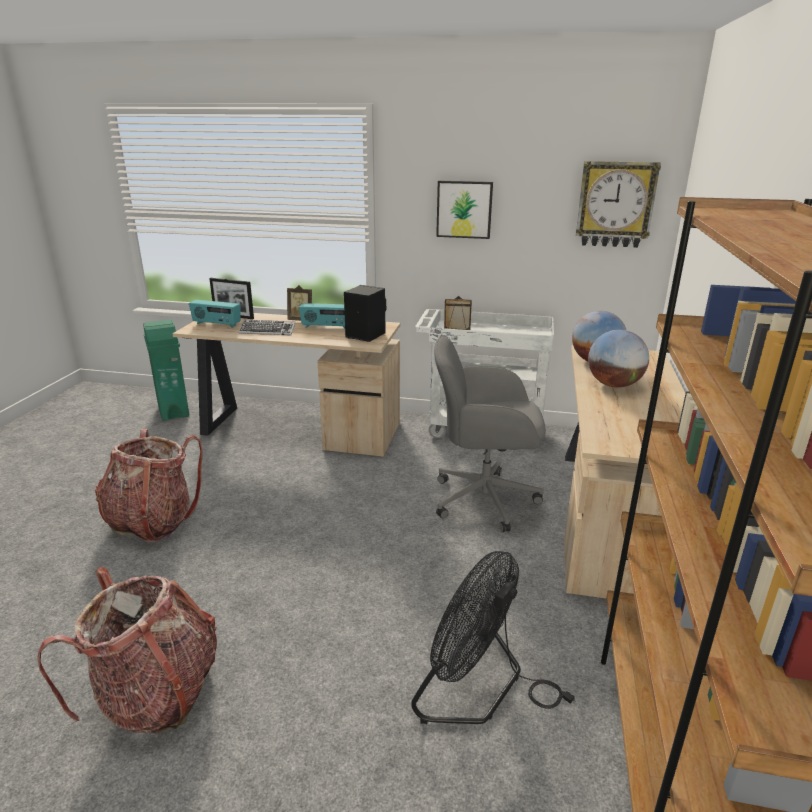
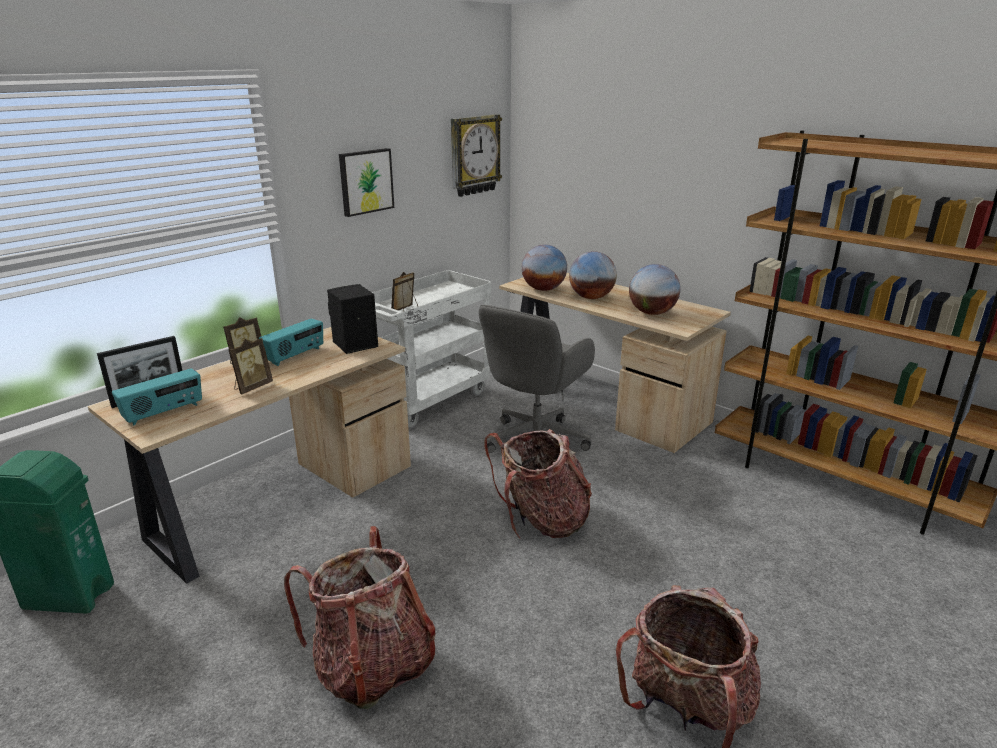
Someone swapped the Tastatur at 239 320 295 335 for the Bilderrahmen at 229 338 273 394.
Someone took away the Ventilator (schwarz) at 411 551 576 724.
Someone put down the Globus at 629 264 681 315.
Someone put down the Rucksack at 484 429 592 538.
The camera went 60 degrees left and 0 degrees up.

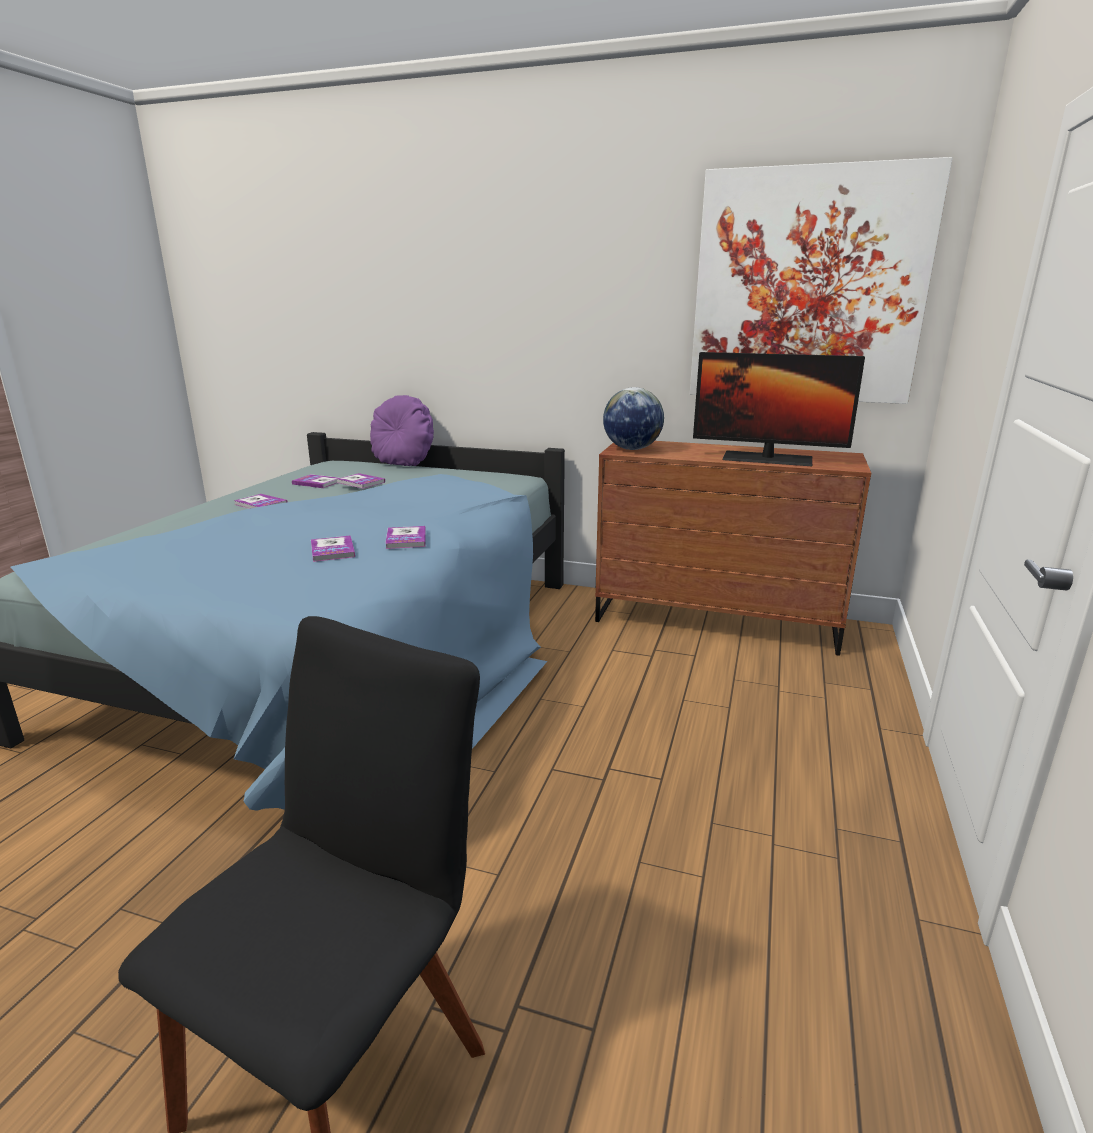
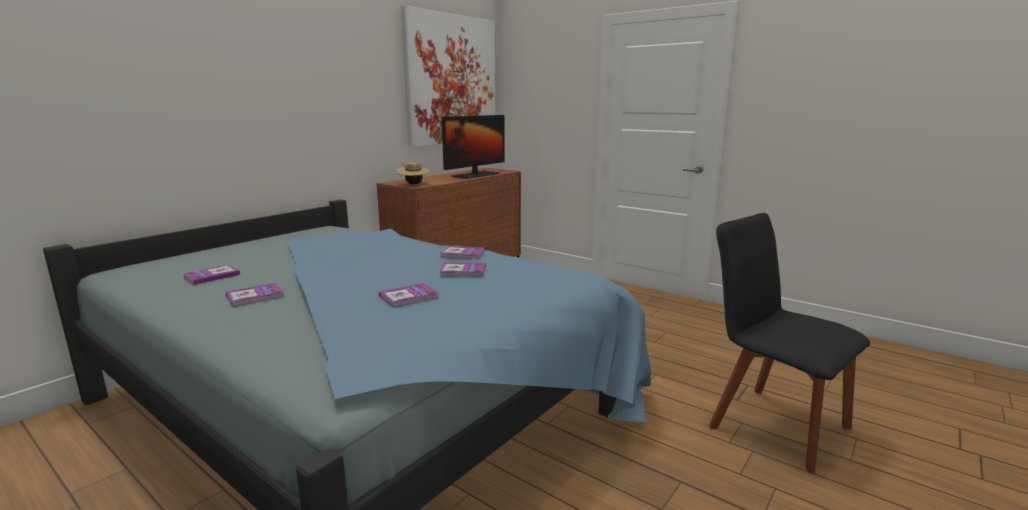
Someone swapped the Globus at 603 387 664 450 for the Hut (beige) at 396 162 430 185.
Someone took away the Kissen (lila) at 370 395 434 466.
Someone carried the Buch from 337 473 385 488 to 379 283 440 308.
The camera went 70 degrees left and 5 degrees down.

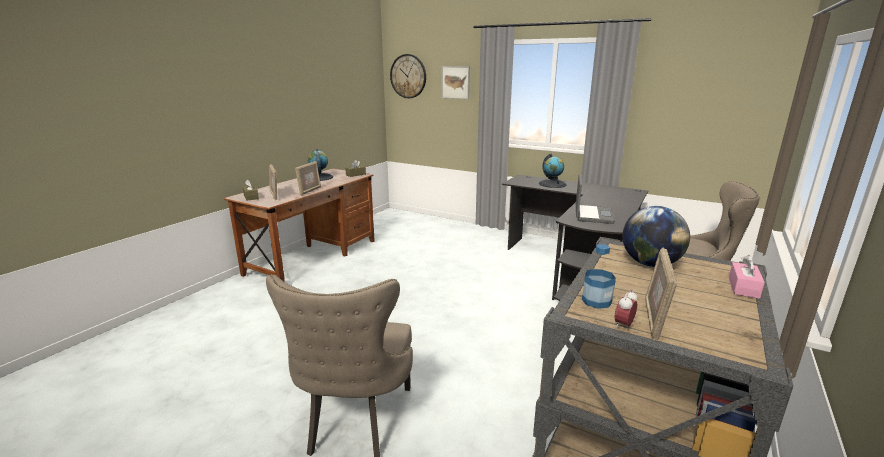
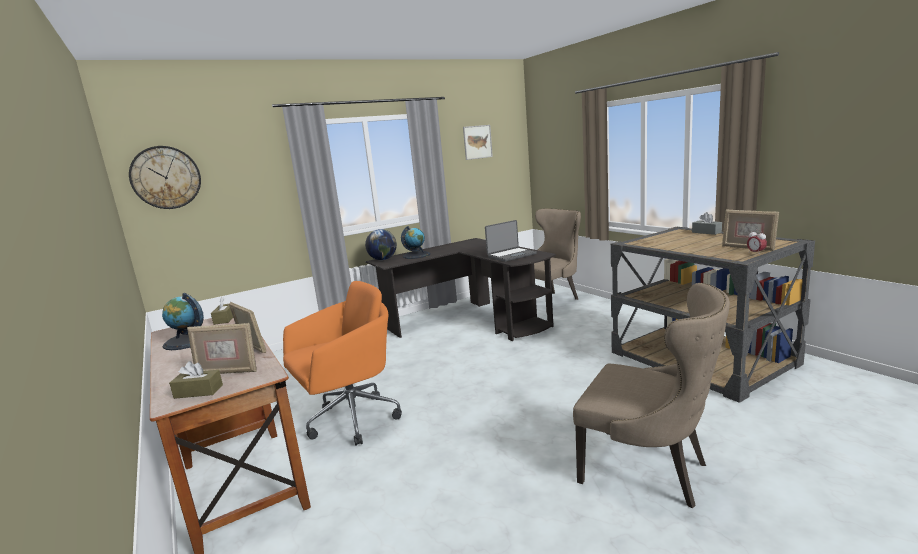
Someone carried the Bild from 441 66 470 99 to 463 125 493 160.
Someone rotated the Laptop at 576 174 615 224 by 105 degrees clockwise.
Someone carried the Globus from 623 206 690 267 to 365 229 397 260.
Someone took away the Flasche at 582 244 616 309.
Someone repainted the Taschentuchbox (rosa) at 729 255 765 299, which became the Taschentuchbox (grau) at 692 212 722 235.
Someone put down the Bürostuhl (orange) at 283 281 402 446.
The camera went 60 degrees left and 5 degrees down.

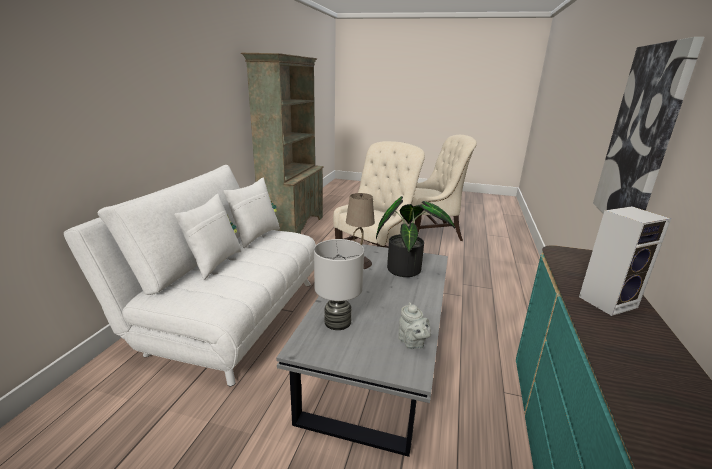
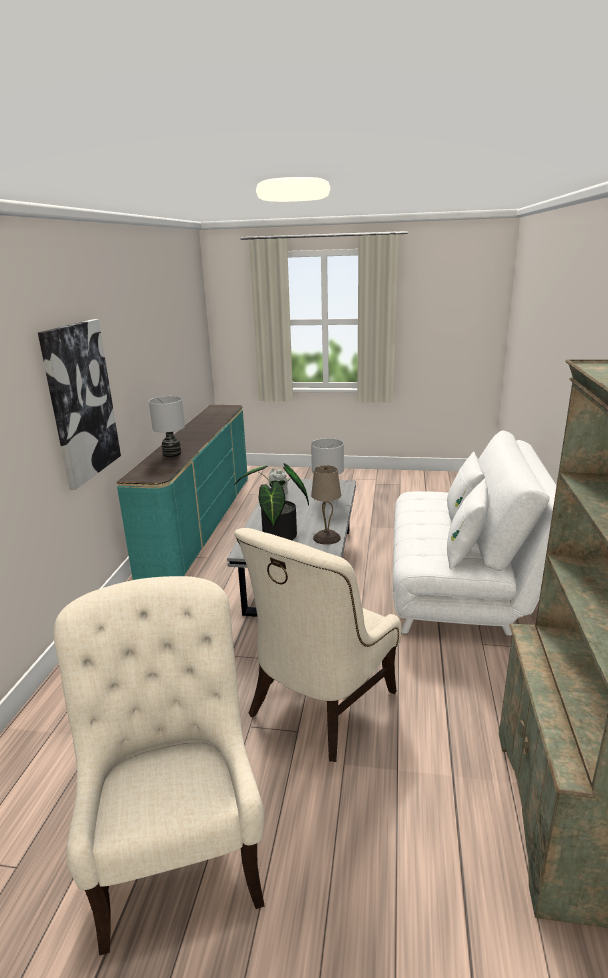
Someone rotated the Sessel (beige) at 412 135 477 241 by 90 degrees clockwise.
Someone swapped the Lautsprecher at 579 206 671 316 for the Tischlampe (grau) at 149 396 185 457.
The camera went 175 degrees right and 0 degrees up.

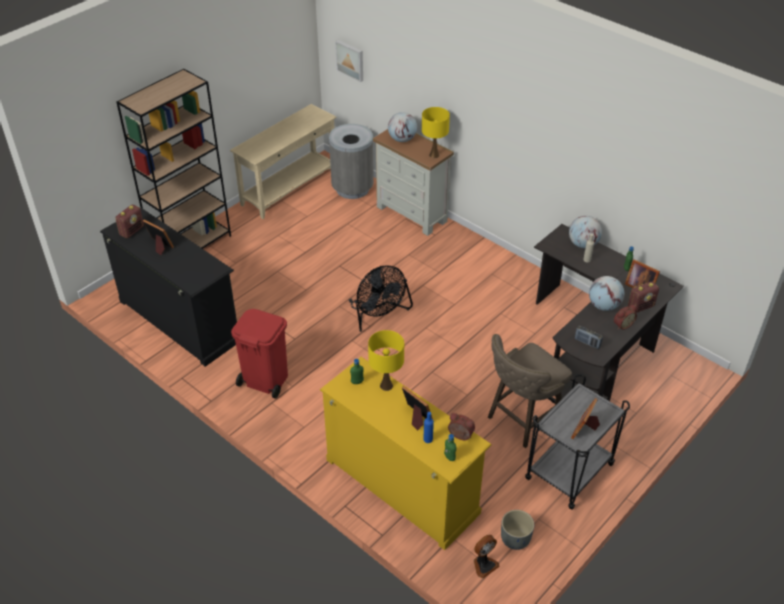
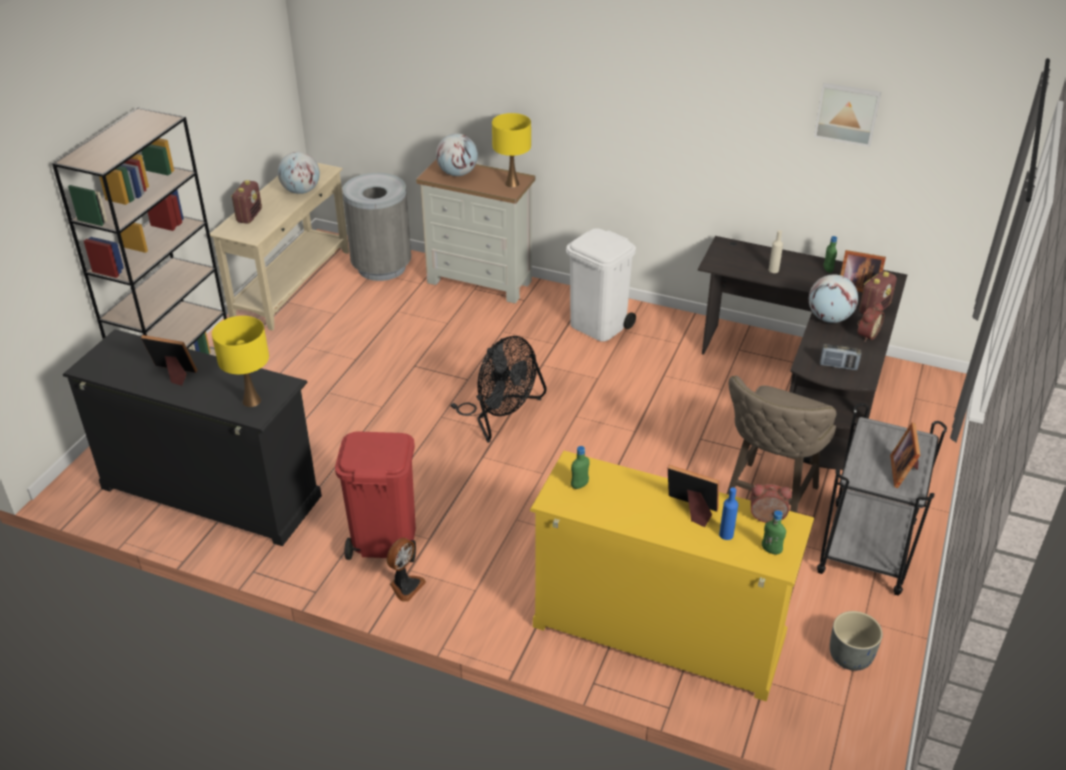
Someone carried the Bild from 335 40 363 82 to 814 83 881 147.
Someone carried the Radio from 115 205 144 238 to 231 180 262 224.
Someone carried the Globus from 569 216 602 248 to 278 152 320 194.
Someone carried the Tischlampe (gelb) from 368 330 404 391 to 212 316 269 407.
Someone carried the Ventilator from 473 535 500 578 to 387 538 426 602.
Someone put down the Mülleimer (weiß) at 566 228 636 342.
The camera went 20 degrees left and 5 degrees down.

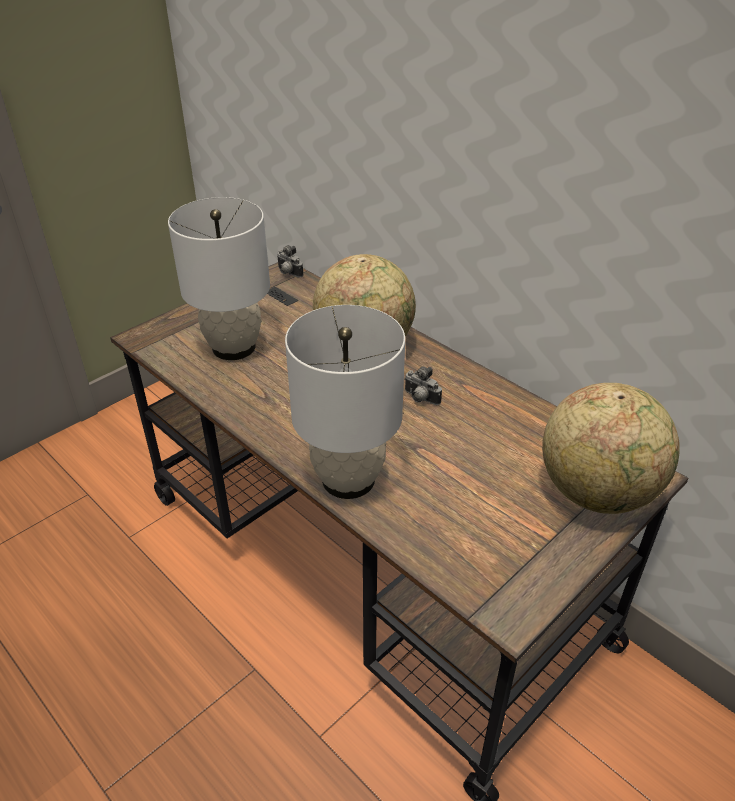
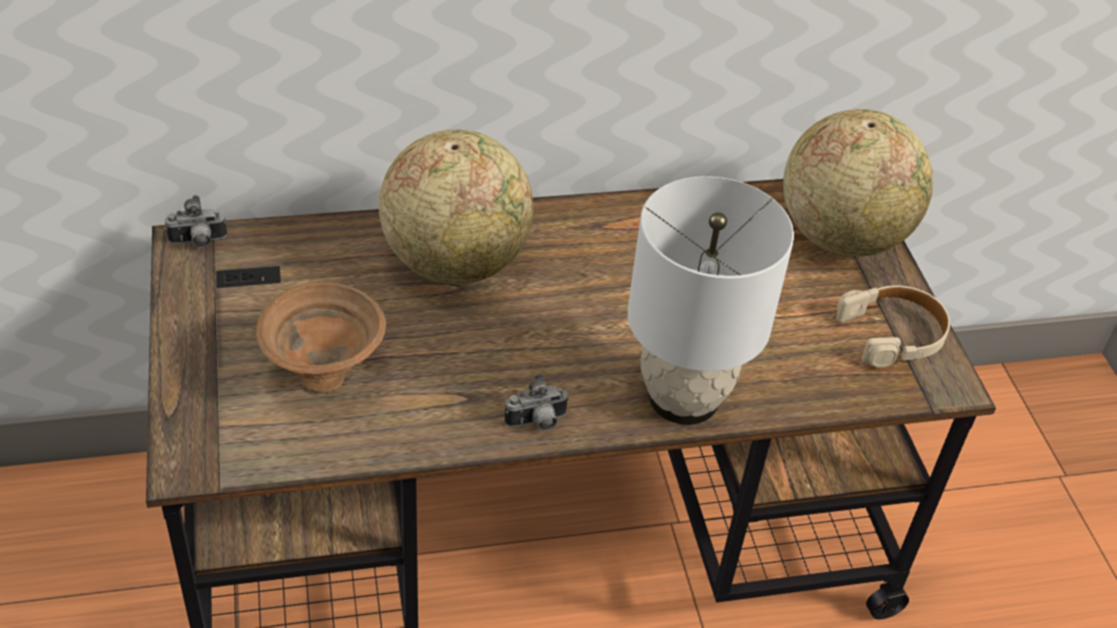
Someone swapped the Tischlampe (weiß) at 168 197 270 360 for the Schüssel (braun) at 256 282 386 394.
Someone carried the Kamera from 404 367 442 405 to 504 374 569 430.
Someone put down the Kopfhörer (beige) at 836 285 950 367.
The camera went 60 degrees left and 5 degrees up.

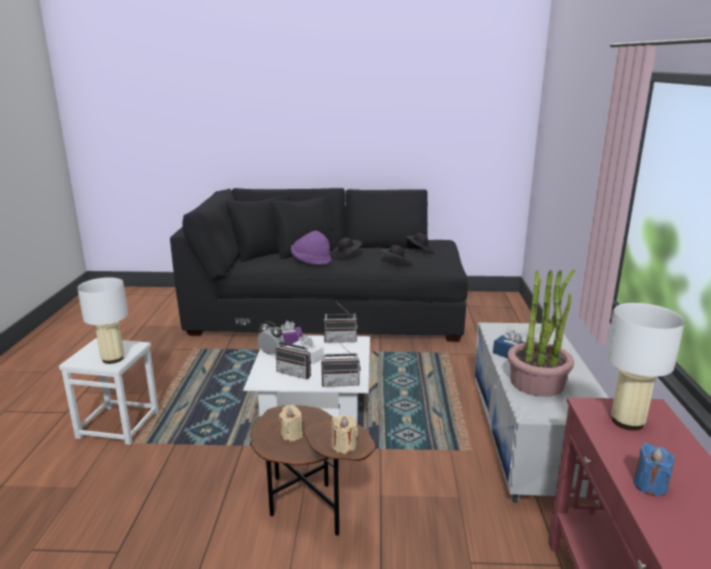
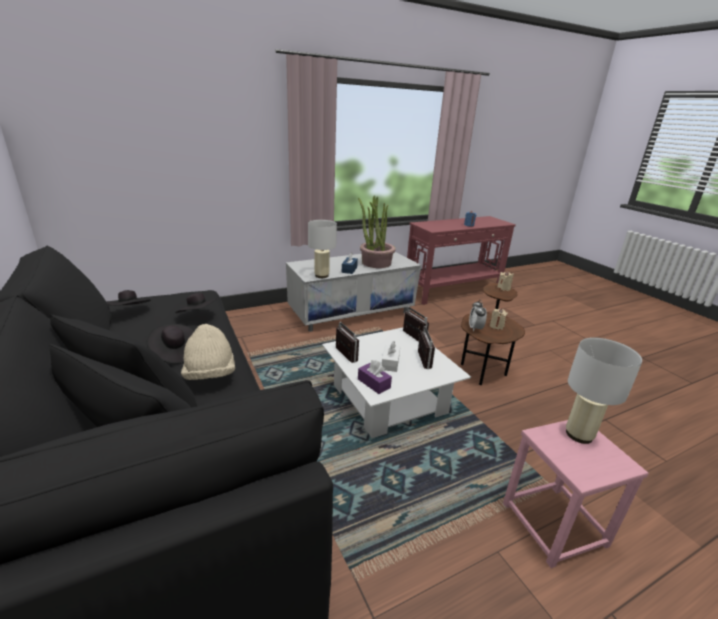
Someone repainted the Hut (lila) at 291 231 331 265, which became the Hut (beige) at 181 324 235 380.
Someone carried the Tischlampe (weiß) from 606 303 684 431 to 308 220 337 278.
Someone carried the Wecker from 257 321 284 355 to 469 300 487 332.
Someone repainted the Hocker (weiß) at 59 338 159 445, which became the Hocker (rosa) at 503 420 649 568.
The camera went 120 degrees left and 5 degrees up.

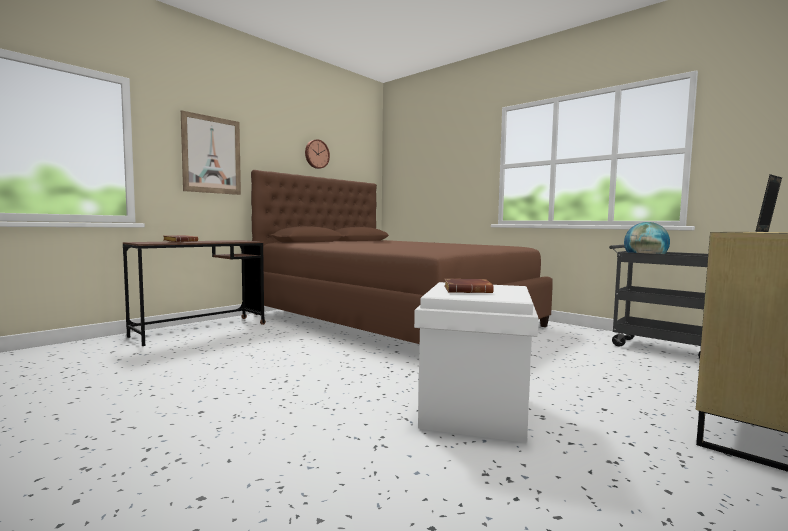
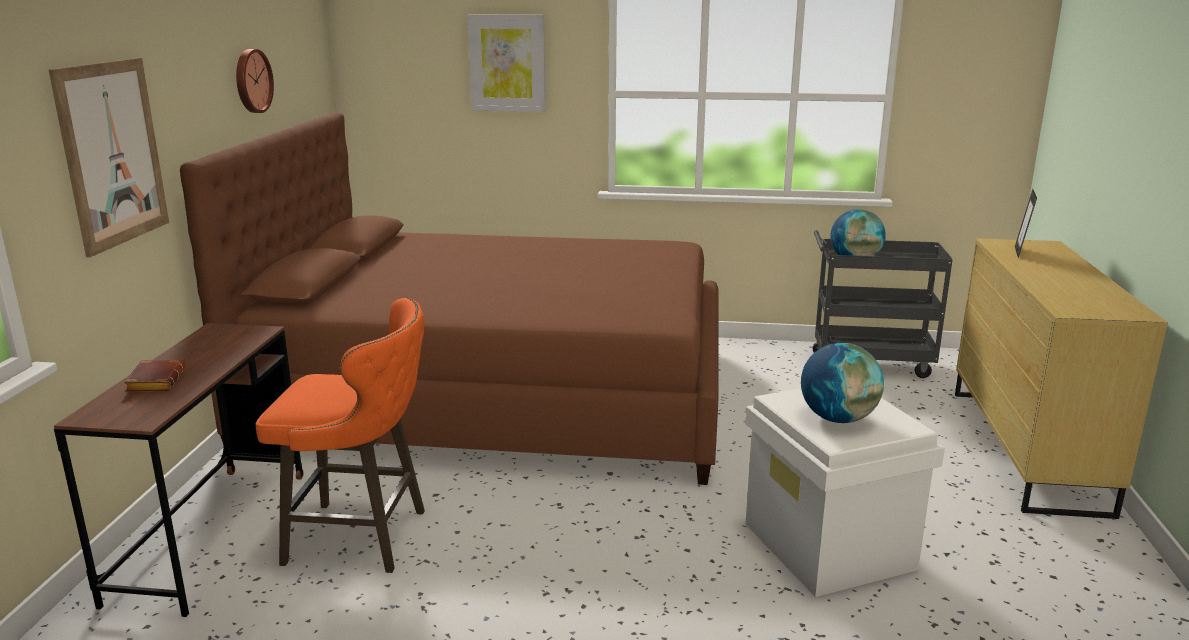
Someone swapped the Buch (braun) at 444 279 494 293 for the Globus at 801 343 884 423.
Someone put up the Bild at 467 15 546 112.
Someone put down the Hocker (orange) at 256 297 425 573.
The camera went 35 degrees left and 15 degrees up.

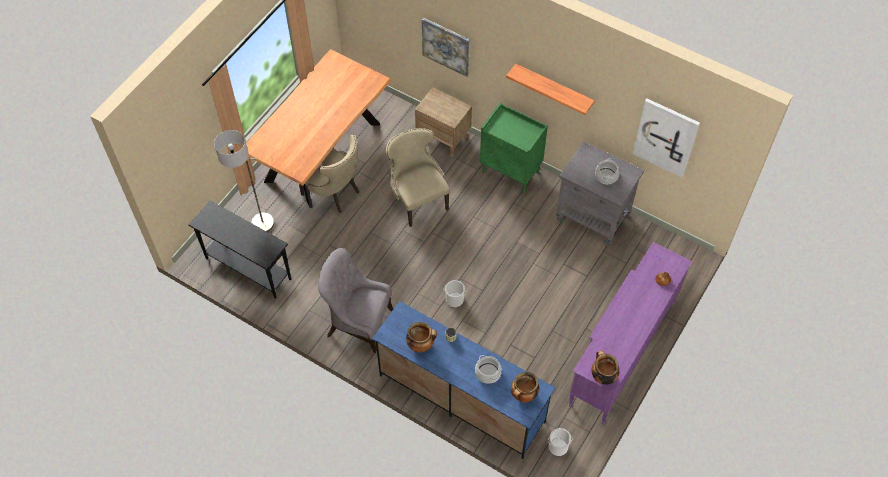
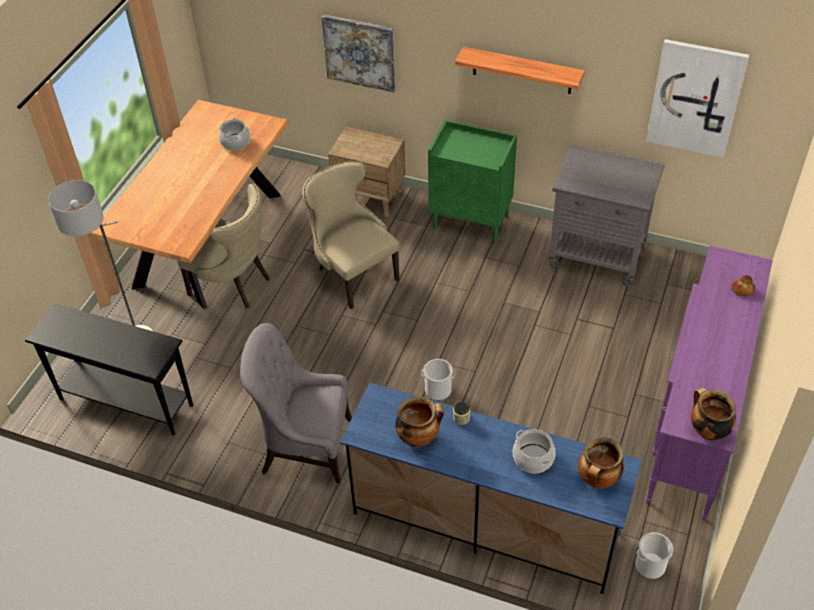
Someone carried the Kochtopf from 595 158 619 184 to 218 118 250 150.
The camera went 10 degrees left and 10 degrees down.

